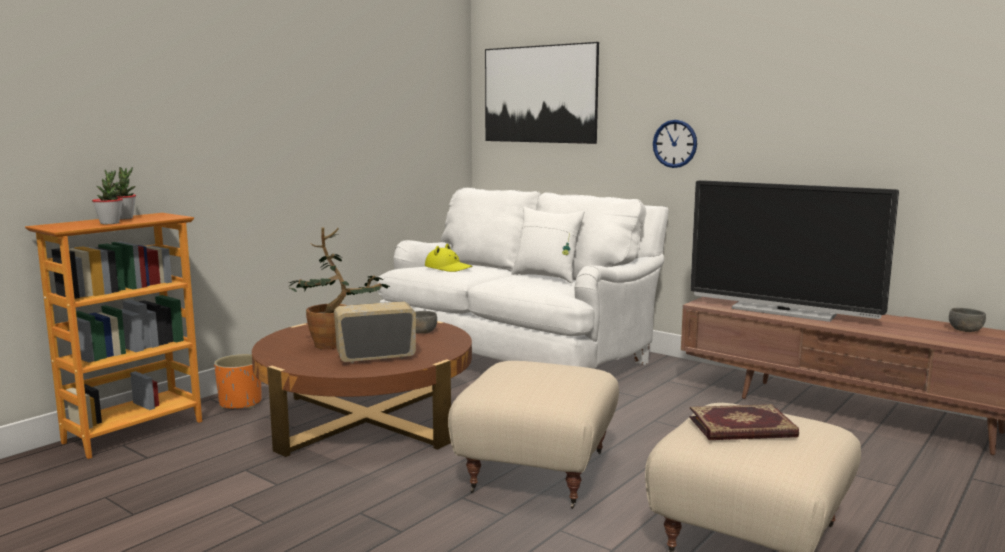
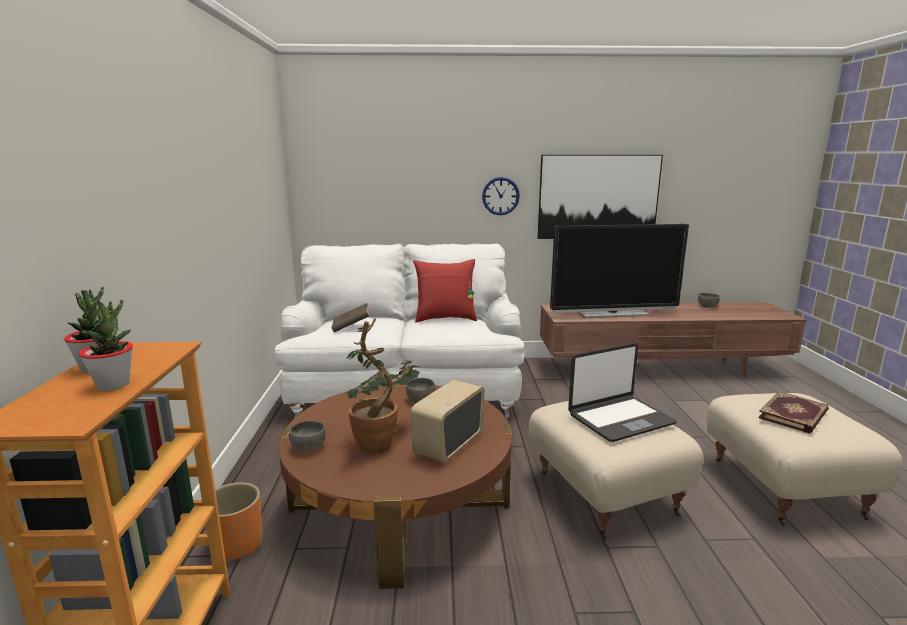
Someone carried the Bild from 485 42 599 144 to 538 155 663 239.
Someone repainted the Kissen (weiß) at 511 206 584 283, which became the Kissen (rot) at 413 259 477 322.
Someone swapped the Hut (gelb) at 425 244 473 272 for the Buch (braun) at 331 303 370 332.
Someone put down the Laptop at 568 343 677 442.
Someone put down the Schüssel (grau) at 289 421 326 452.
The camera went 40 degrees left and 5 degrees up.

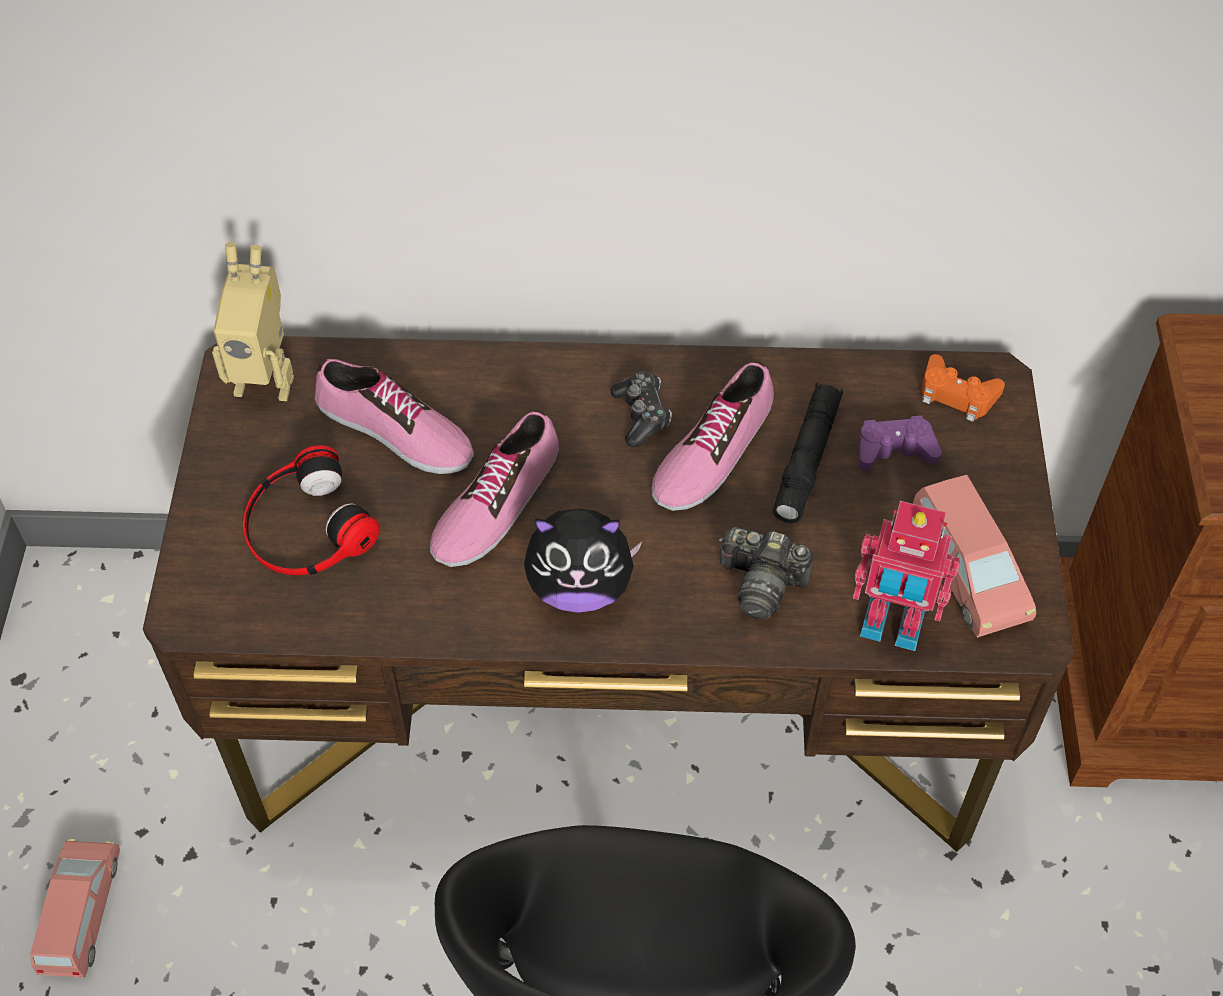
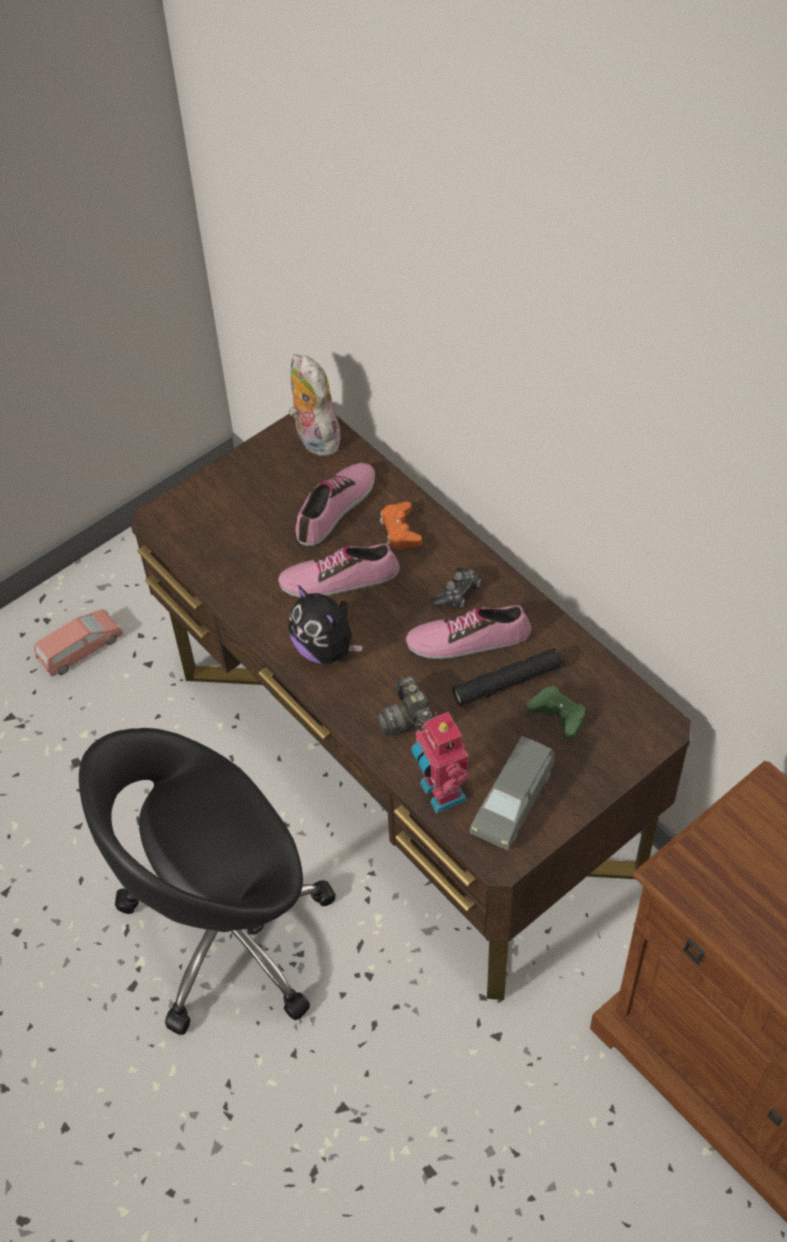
Someone swapped the Spielzeugroboter at 212 242 294 401 for the Plüschtier at 289 354 341 456.
Someone carried the Gamepad (orange) from 921 354 1005 422 to 380 502 422 549.
Someone rotated the Schuh at 315 359 474 474 by 135 degrees counterclockwise.
Someone repainted the Gamepad (lila) at 858 416 942 470, which became the Gamepad (grün) at 527 686 586 740.
Someone took away the Kopfhörer at 243 445 380 575.
Someone repainted the Spielzeugauto (rosa) at 913 475 1036 638, which became the Spielzeugauto (grau) at 469 736 555 851.
The camera went 50 degrees right and 0 degrees up.

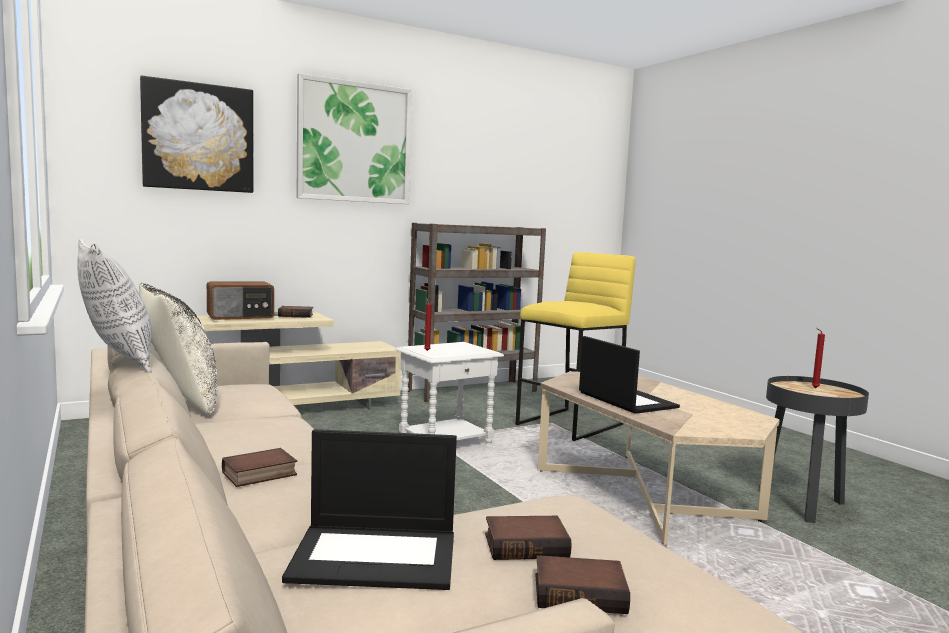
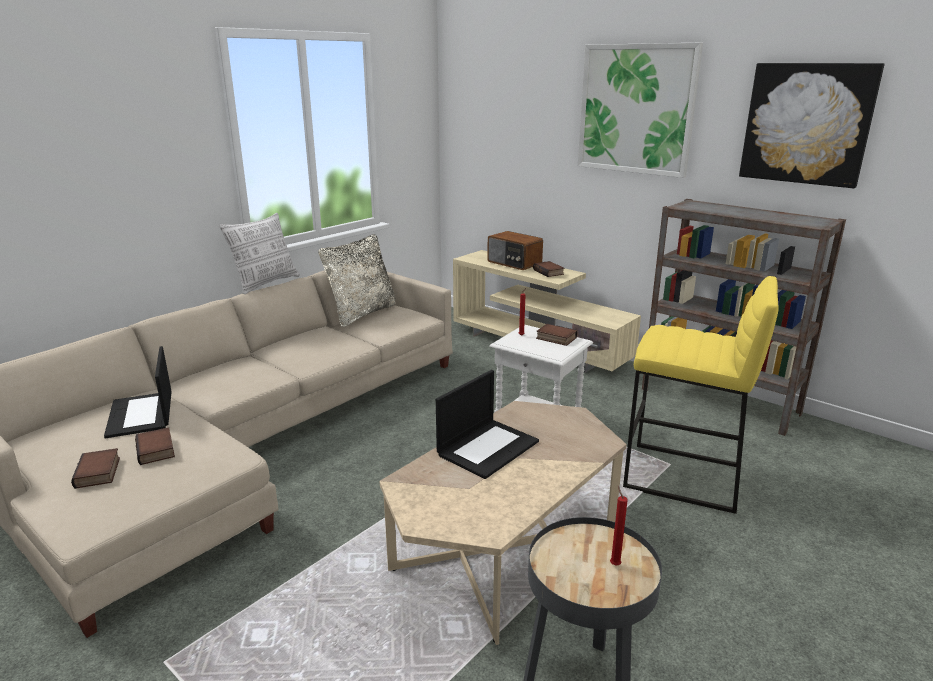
Someone carried the Bild from 140 76 253 193 to 739 63 884 188.
Someone carried the Buch from 222 448 297 487 to 536 323 578 346.
The camera went 70 degrees right and 15 degrees up.

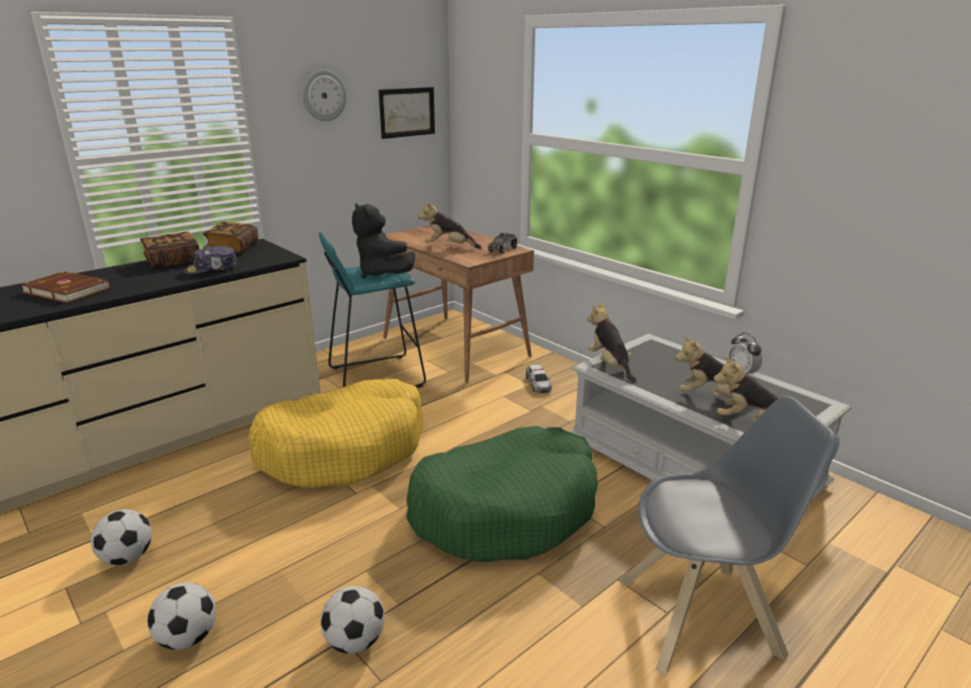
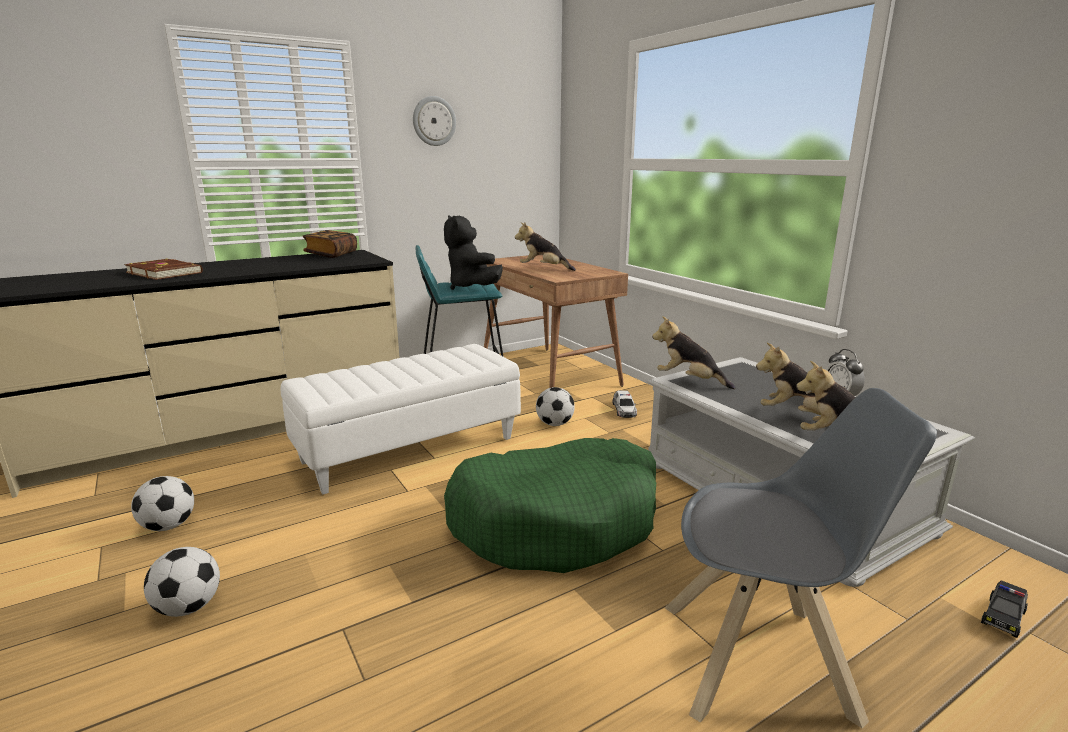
Someone took away the Bild at 379 87 435 139.
Someone took away the Buch at 140 232 199 269.
Someone carried the Spielzeugauto from 488 233 517 254 to 981 580 1028 638.
Someone took away the Kappe at 184 246 238 274.
Someone rotated the Plüschtier at 587 302 636 383 by 45 degrees counterclockwise.
Someone swapped the Hundebett (gelb) at 248 379 423 488 for the Polsterhocker (weiß) at 281 344 521 494.
Someone carried the Fußball from 321 586 385 654 to 536 387 575 426.
The camera went 10 degrees right and 5 degrees down.

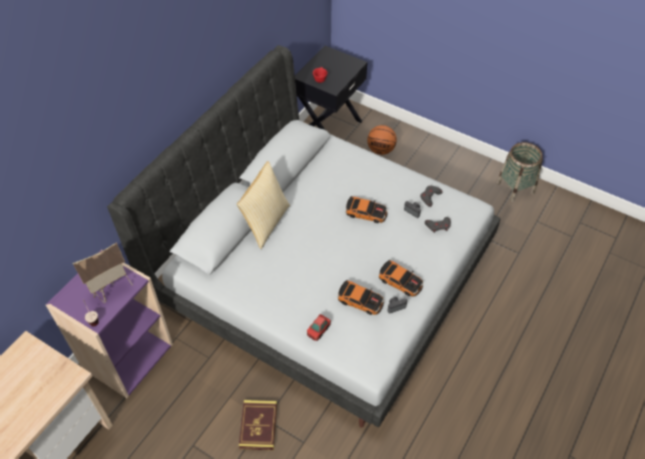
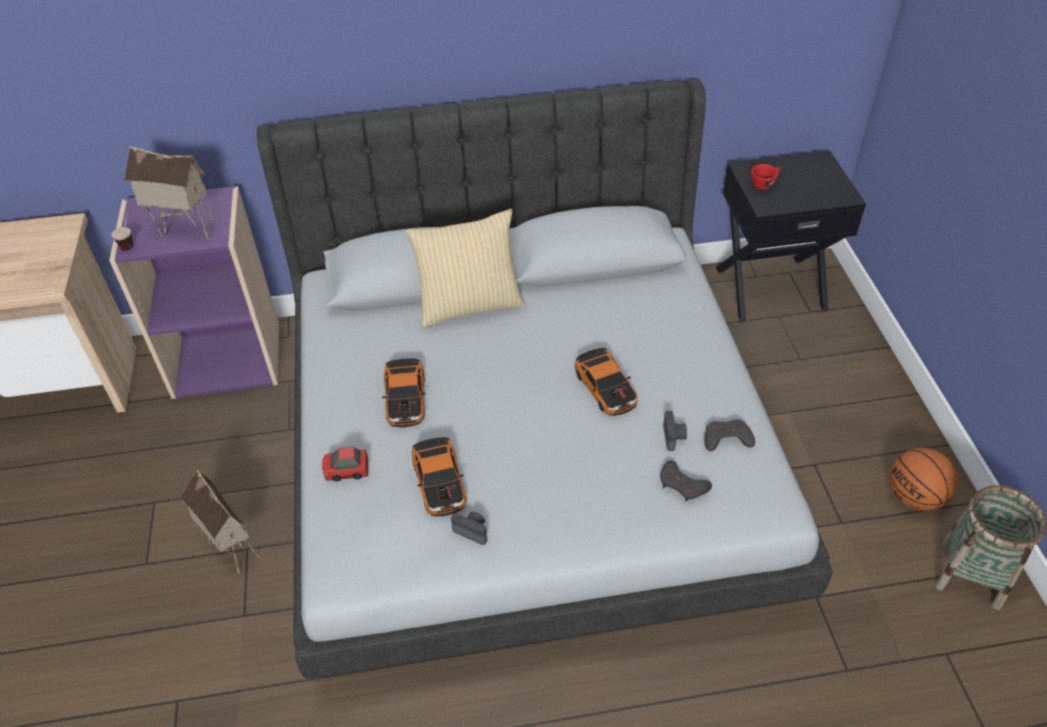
Someone carried the Basketball from 367 125 397 155 to 890 448 958 511.
Someone carried the Spielzeugauto from 378 260 423 297 to 382 359 425 427.
Someone swapped the Buch at 239 400 277 450 for the Spielzeughaus at 180 470 260 574.
The camera went 50 degrees right and 5 degrees down.

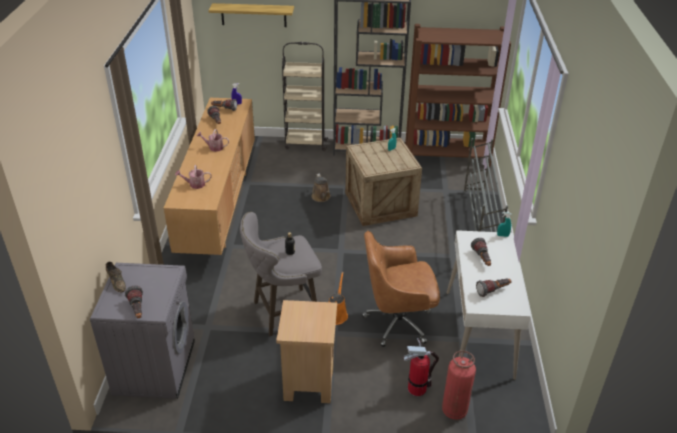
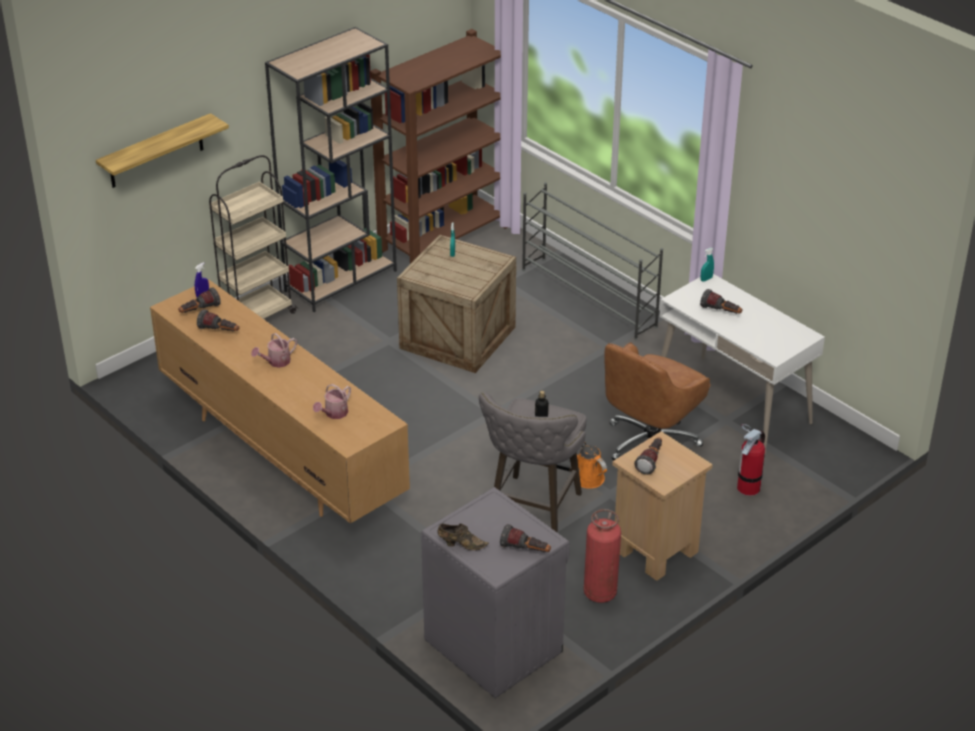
Someone took away the Gießkanne (braun) at 312 174 331 202.
Someone carried the Taschenlampe from 476 278 512 297 to 634 437 662 475.
Someone carried the Feuerlöscher from 442 351 476 420 to 584 509 621 603.
The camera went 45 degrees left and 0 degrees up.

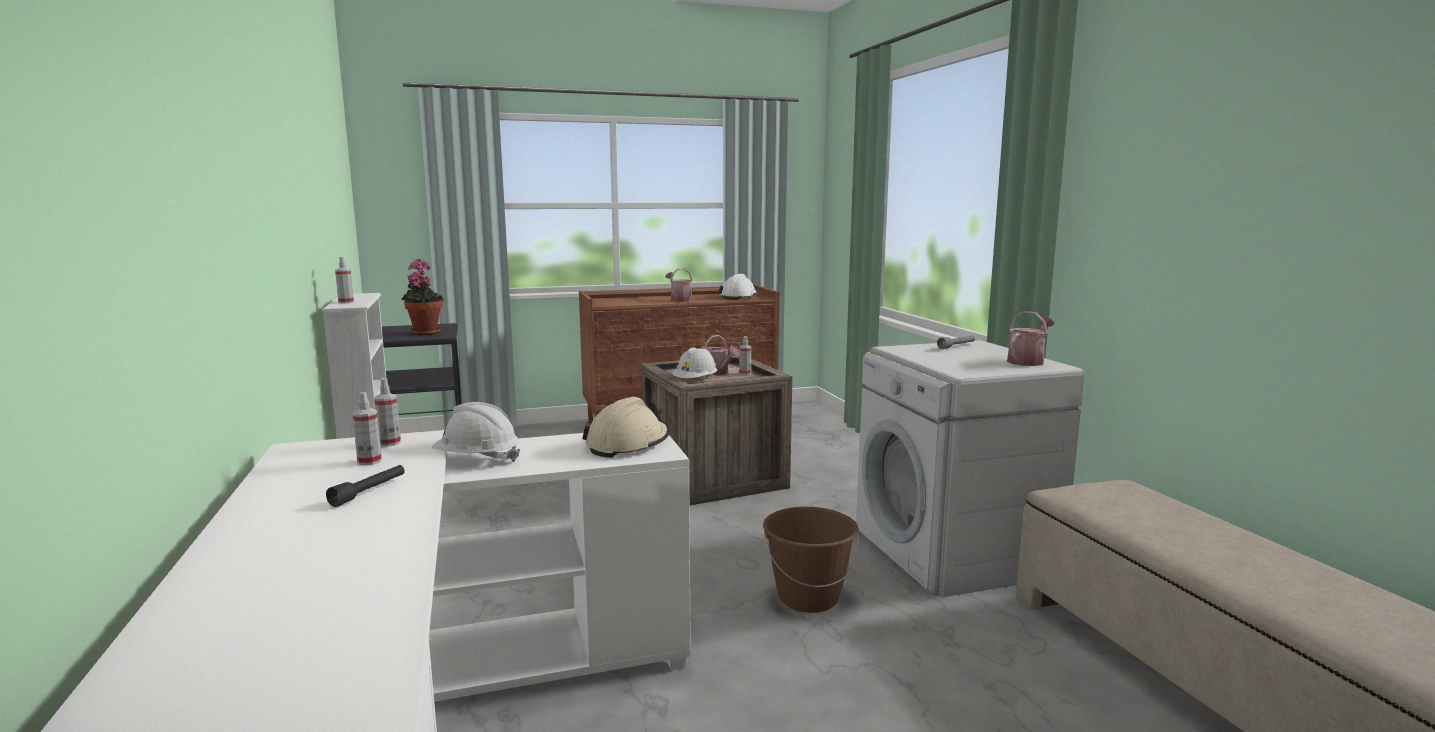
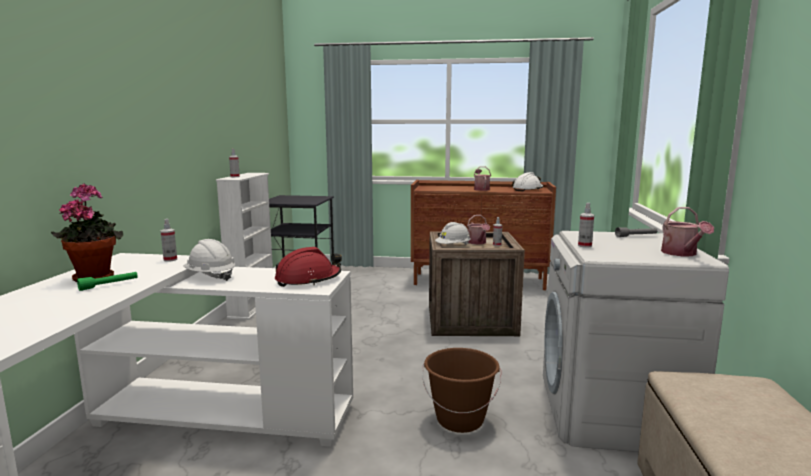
Someone carried the Topfpflanze from 402 259 444 335 to 51 183 123 282.
Someone rotated the Gießkanne at 1007 311 1054 366 by 105 degrees clockwise.
Someone carried the Sprühflasche from 352 392 382 466 to 578 203 594 248.
Someone repainted the Schutzhelm (beige) at 582 397 669 458, which became the Schutzhelm (rot) at 275 247 342 287.
Someone repainted the Taschenlampe (schwarz) at 326 465 404 507, which became the Taschenlampe (grün) at 77 272 138 291.
The camera went 25 degrees right and 0 degrees up.

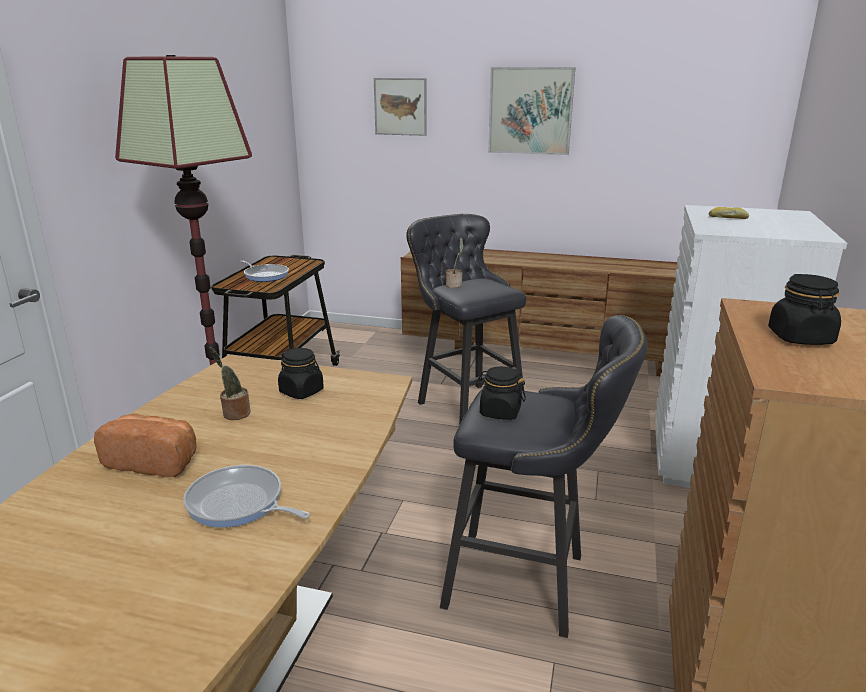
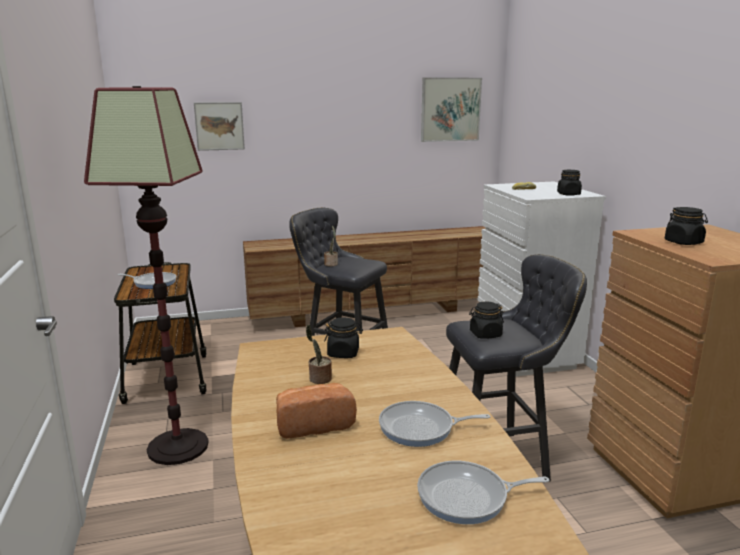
Someone carried the Bild from 488 67 576 155 to 421 78 482 142.
Someone put down the Vorratsglas (schwarz) at 557 170 582 196.
Someone put down the Pfanne at 417 461 550 524.
The camera went 30 degrees left and 5 degrees down.

